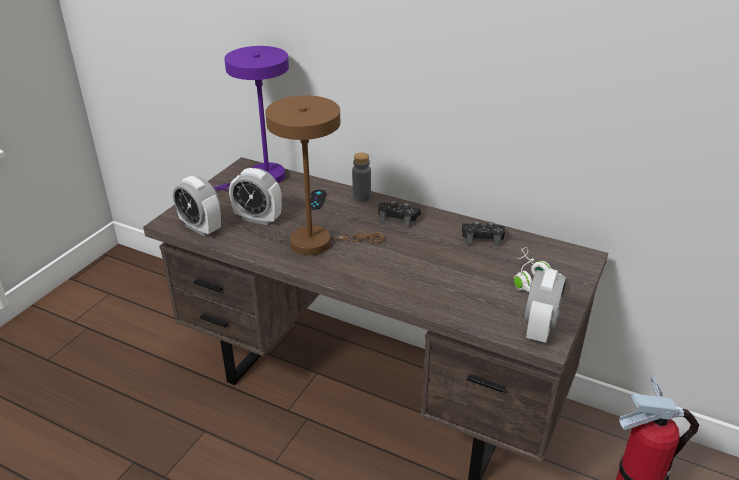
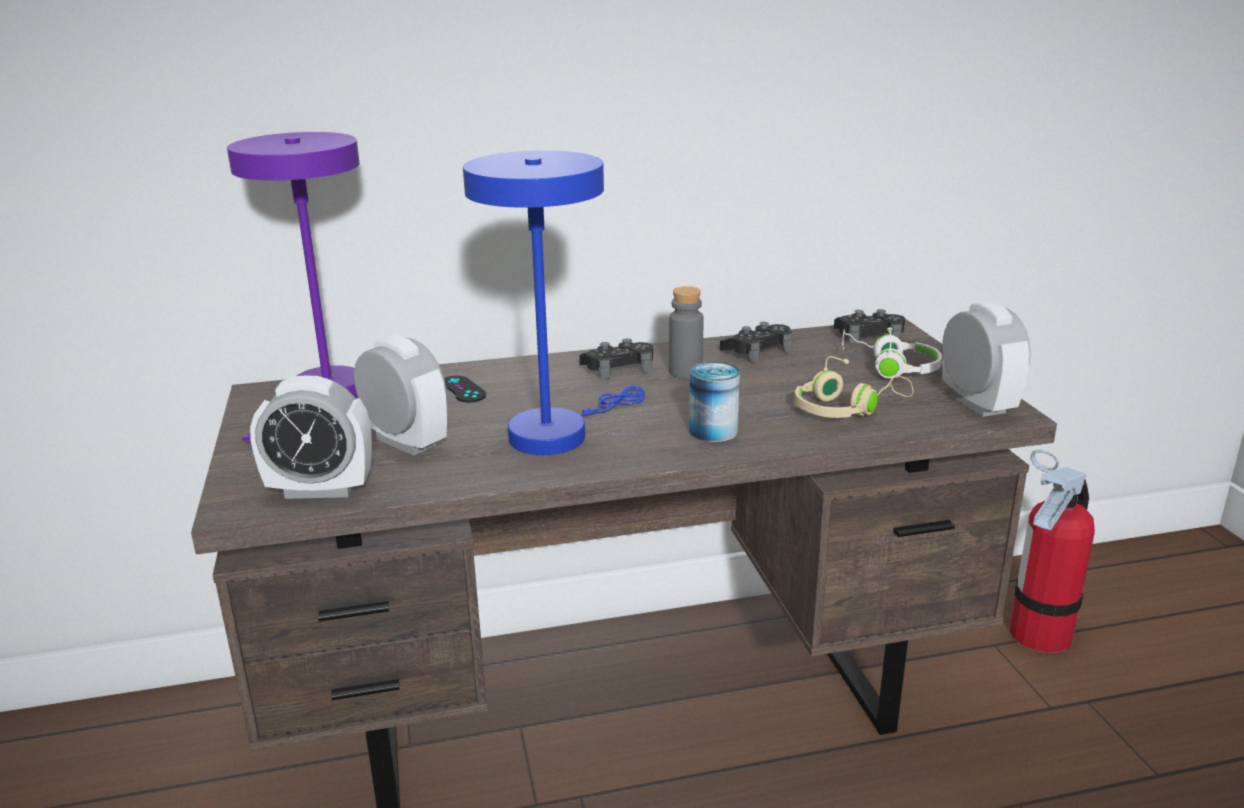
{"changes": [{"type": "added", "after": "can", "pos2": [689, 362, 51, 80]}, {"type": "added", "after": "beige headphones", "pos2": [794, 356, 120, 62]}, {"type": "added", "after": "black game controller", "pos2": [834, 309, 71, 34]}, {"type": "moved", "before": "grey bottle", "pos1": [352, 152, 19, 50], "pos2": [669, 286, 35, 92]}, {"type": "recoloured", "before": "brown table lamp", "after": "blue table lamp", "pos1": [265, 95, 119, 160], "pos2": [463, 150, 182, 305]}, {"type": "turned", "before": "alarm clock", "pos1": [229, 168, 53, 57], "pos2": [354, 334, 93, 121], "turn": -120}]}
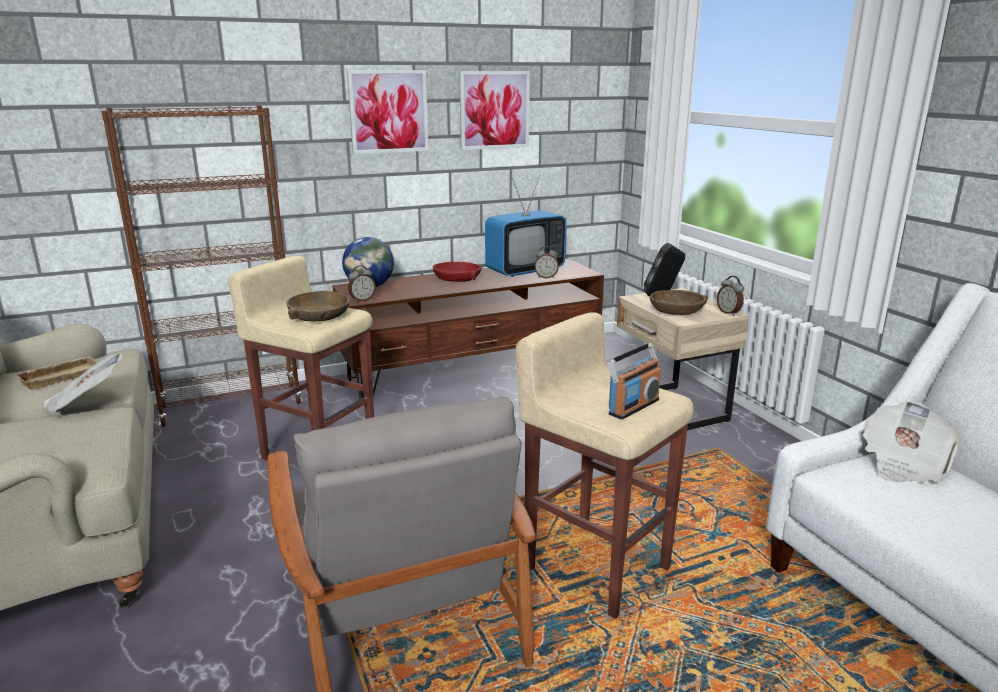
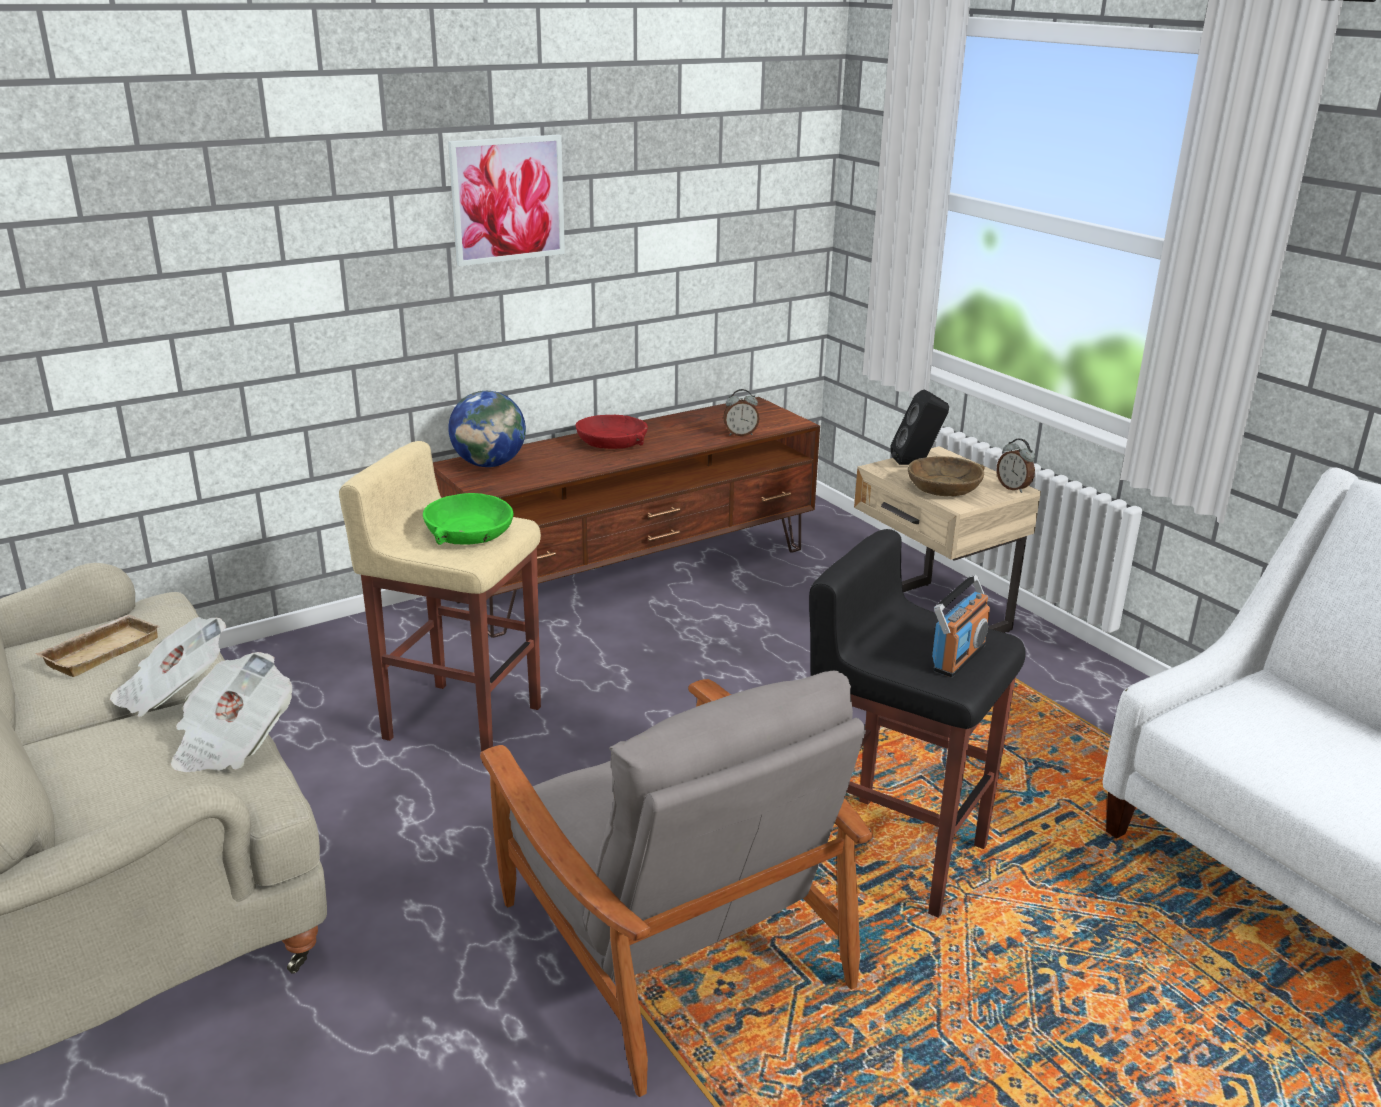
{"changes": [{"type": "removed", "before": "brown bookcase", "pos1": [101, 105, 201, 322]}, {"type": "removed", "before": "alarm clock", "pos1": [348, 265, 28, 37]}, {"type": "removed", "before": "picture", "pos1": [459, 71, 71, 79]}, {"type": "removed", "before": "television", "pos1": [485, 175, 81, 102]}, {"type": "moved", "before": "newspaper", "pos1": [862, 401, 99, 82], "pos2": [171, 652, 121, 120]}, {"type": "recoloured", "before": "brown bowl", "after": "green bowl", "pos1": [287, 291, 63, 30], "pos2": [423, 493, 90, 52]}, {"type": "recoloured", "before": "beige stool", "after": "black stool", "pos1": [516, 312, 178, 307], "pos2": [809, 529, 217, 389]}]}
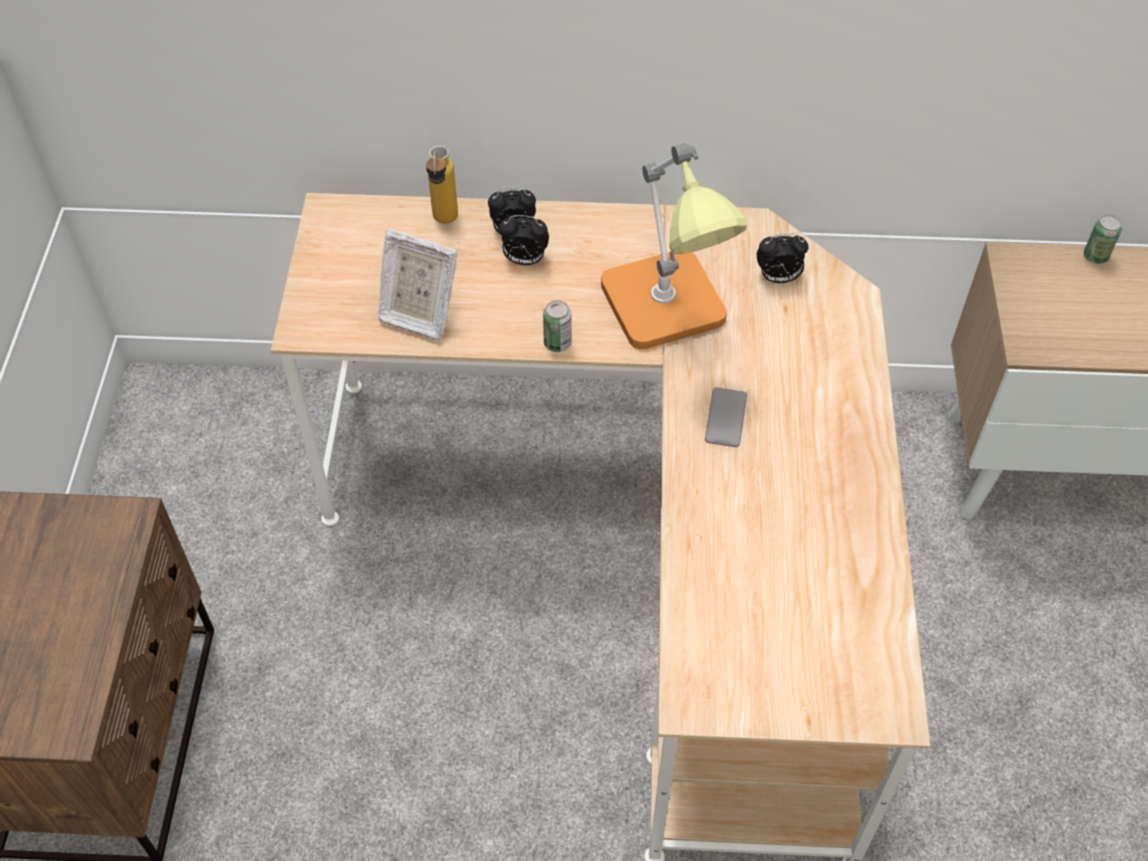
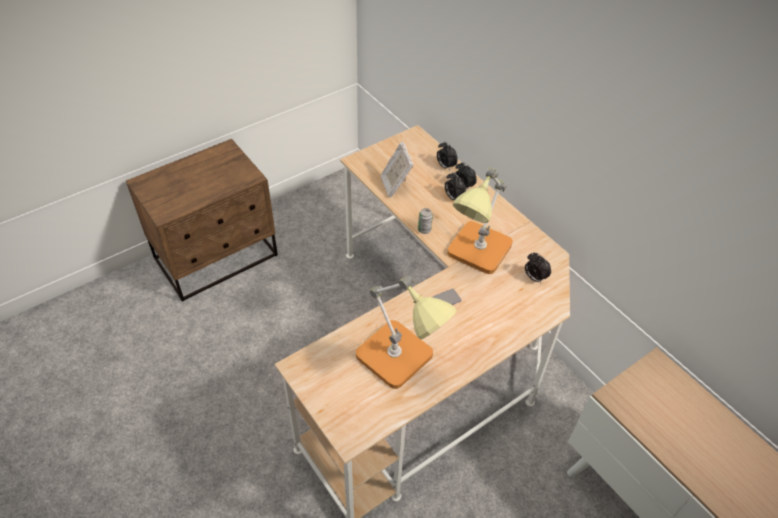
{"changes": [{"type": "removed", "before": "can", "pos1": [1084, 215, 38, 49]}, {"type": "added", "after": "table lamp", "pos2": [356, 276, 101, 113]}, {"type": "replaced", "before": "bottle", "after": "alarm clock", "pos1": [426, 146, 32, 78], "pos2": [437, 141, 21, 30]}]}
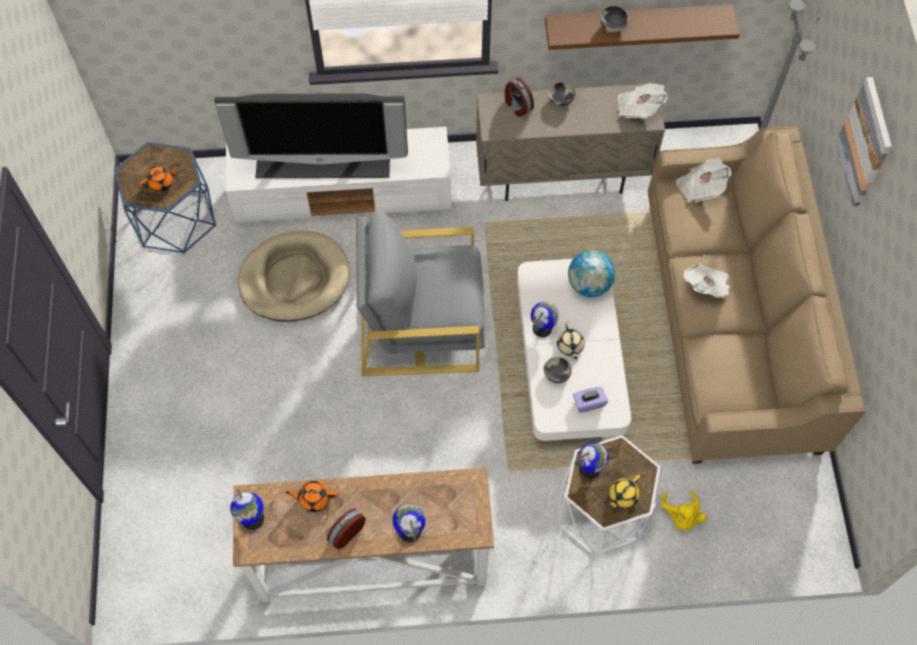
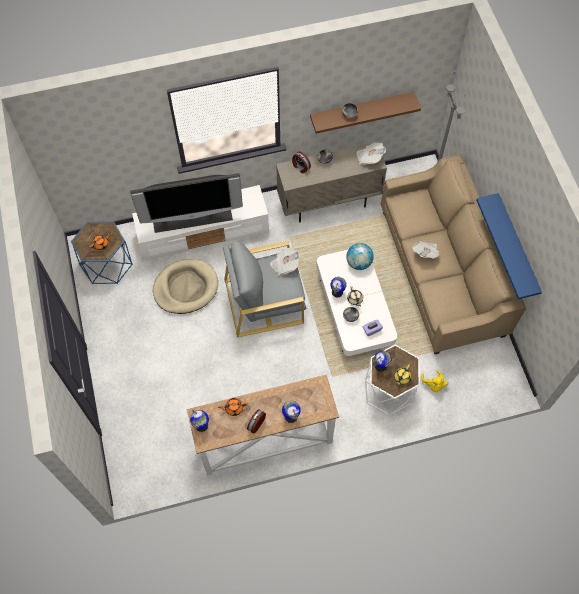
{"changes": [{"type": "removed", "before": "picture", "pos1": [836, 77, 56, 130]}, {"type": "added", "after": "blue shelf", "pos2": [476, 193, 66, 106]}, {"type": "moved", "before": "newspaper", "pos1": [676, 159, 56, 43], "pos2": [270, 247, 30, 29]}]}
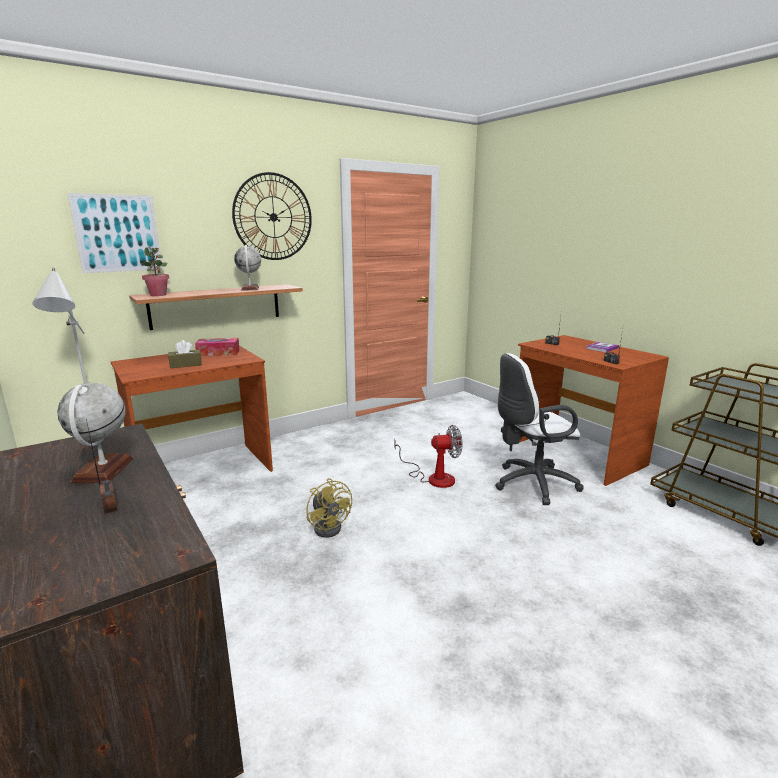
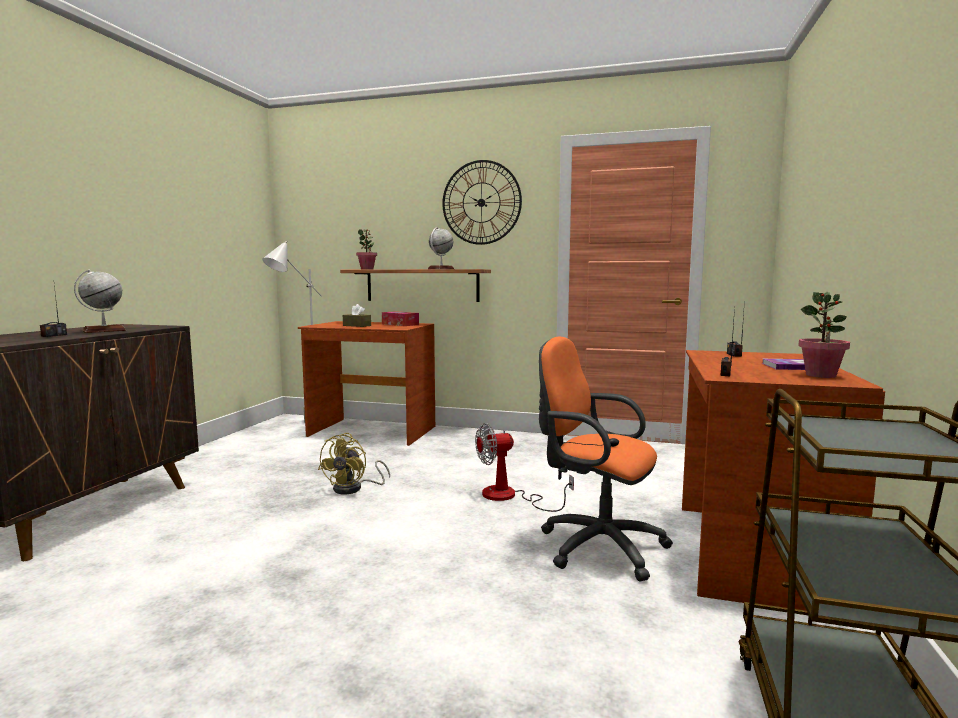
{"changes": [{"type": "removed", "before": "picture", "pos1": [67, 193, 96, 80]}, {"type": "added", "after": "potted plant", "pos2": [798, 292, 52, 86]}, {"type": "recoloured", "before": "white office chair", "after": "orange office chair", "pos1": [495, 353, 89, 152], "pos2": [539, 336, 134, 245]}, {"type": "turned", "before": "fan", "pos1": [394, 425, 69, 63], "pos2": [475, 423, 99, 89], "turn": 120}]}
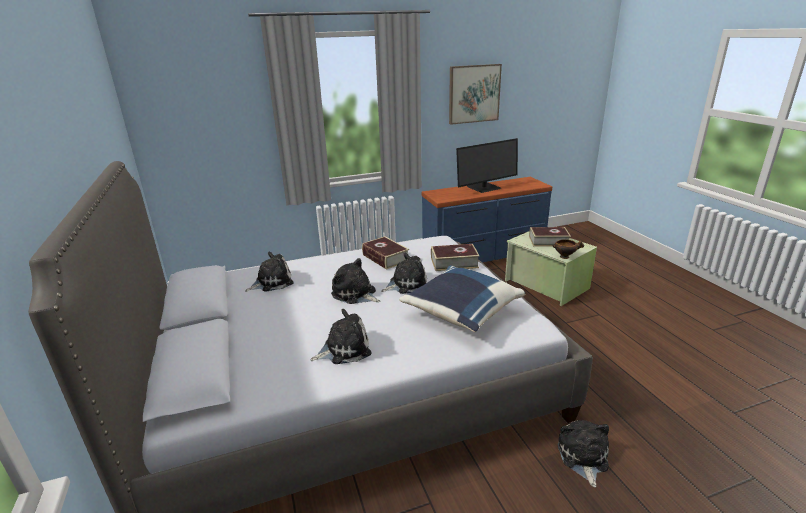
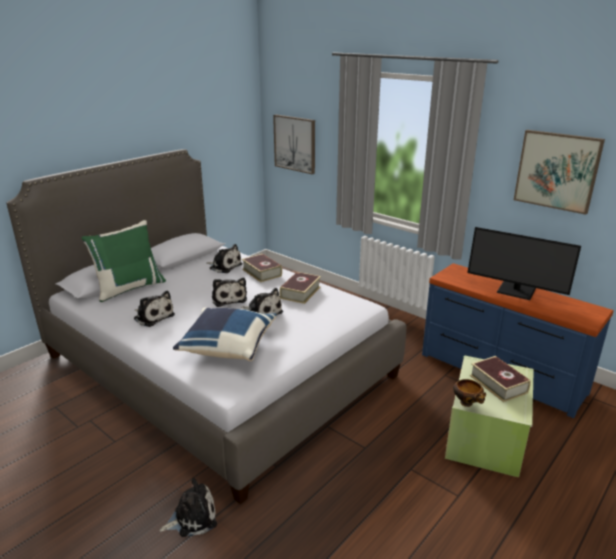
{"changes": [{"type": "added", "after": "green pillow", "pos2": [81, 220, 85, 82]}, {"type": "added", "after": "picture", "pos2": [273, 115, 42, 59]}, {"type": "moved", "before": "book", "pos1": [431, 244, 49, 27], "pos2": [242, 254, 40, 28]}, {"type": "turned", "before": "plush toy", "pos1": [331, 258, 49, 46], "pos2": [212, 278, 35, 29], "turn": 150}]}
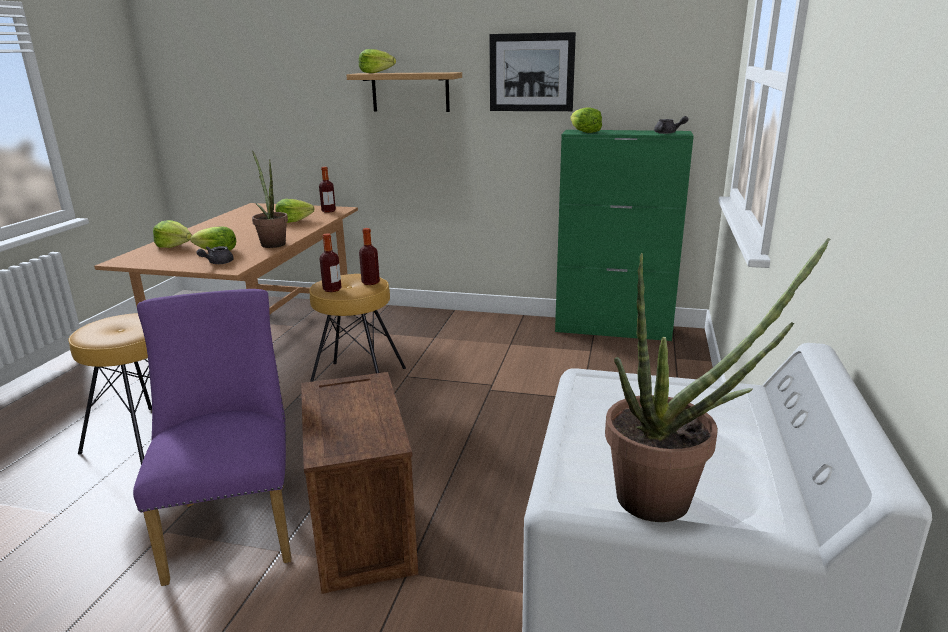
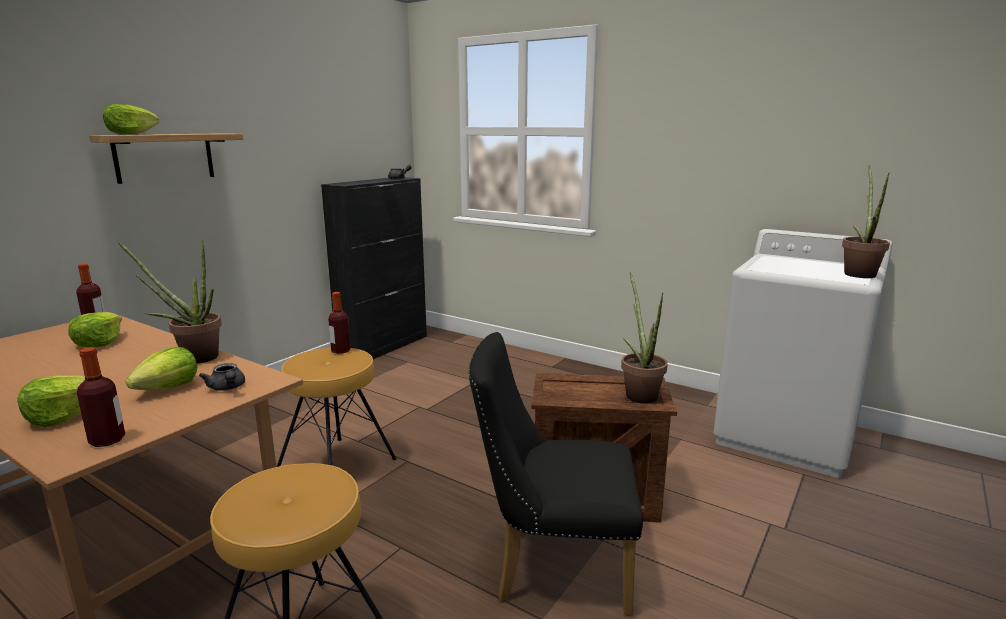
{"changes": [{"type": "removed", "before": "picture", "pos1": [489, 32, 87, 79]}, {"type": "removed", "before": "lettuce", "pos1": [570, 108, 32, 25]}, {"type": "added", "after": "potted plant", "pos2": [621, 272, 47, 132]}, {"type": "moved", "before": "bottle", "pos1": [320, 233, 22, 59], "pos2": [77, 347, 48, 100]}, {"type": "recoloured", "before": "purple chair", "after": "black chair", "pos1": [133, 289, 158, 297], "pos2": [469, 332, 174, 284]}, {"type": "recoloured", "before": "green cabinet", "after": "black cabinet", "pos1": [555, 130, 139, 211], "pos2": [321, 177, 106, 182]}]}
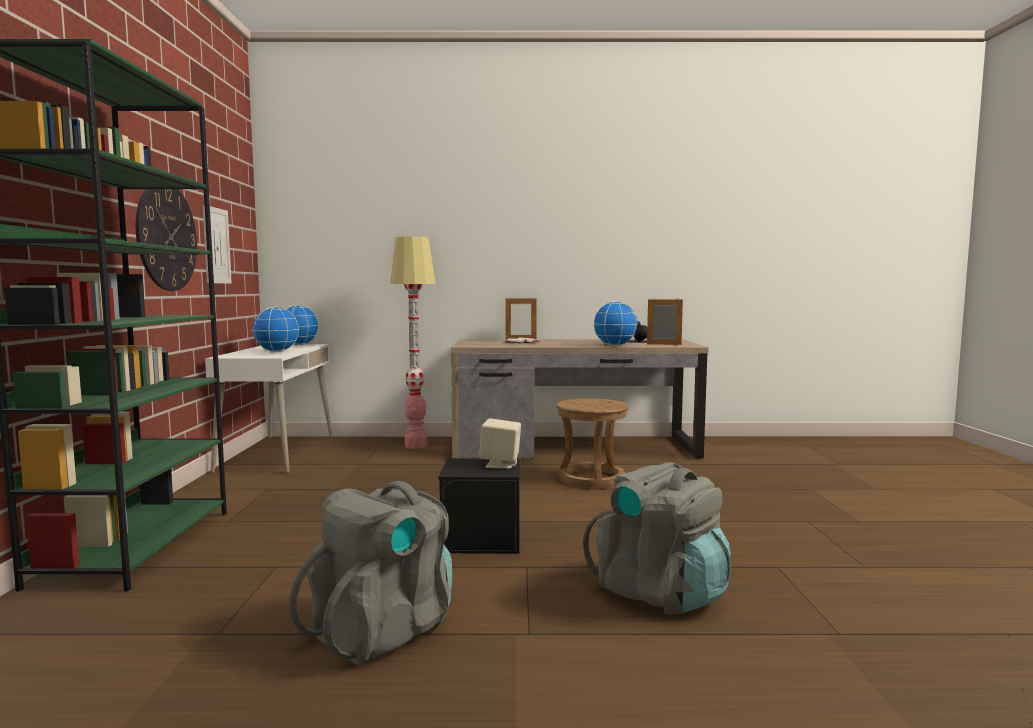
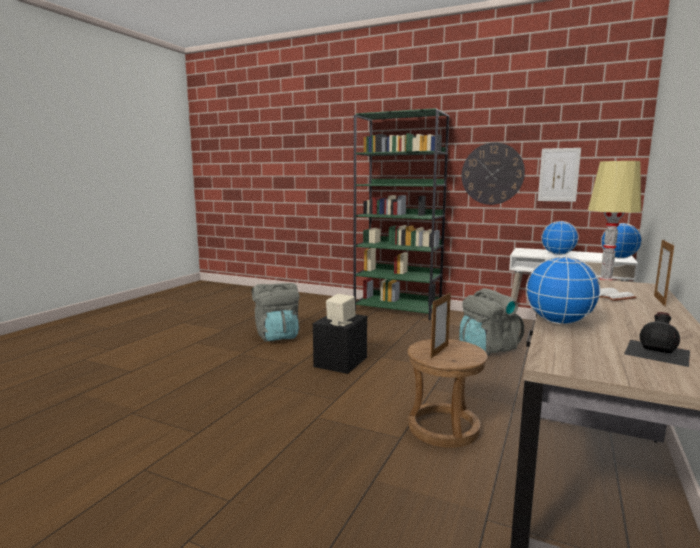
{"changes": [{"type": "moved", "before": "grey backpack", "pos1": [583, 462, 148, 153], "pos2": [459, 288, 65, 68]}, {"type": "moved", "before": "picture frame", "pos1": [647, 298, 36, 47], "pos2": [431, 293, 20, 65]}]}
